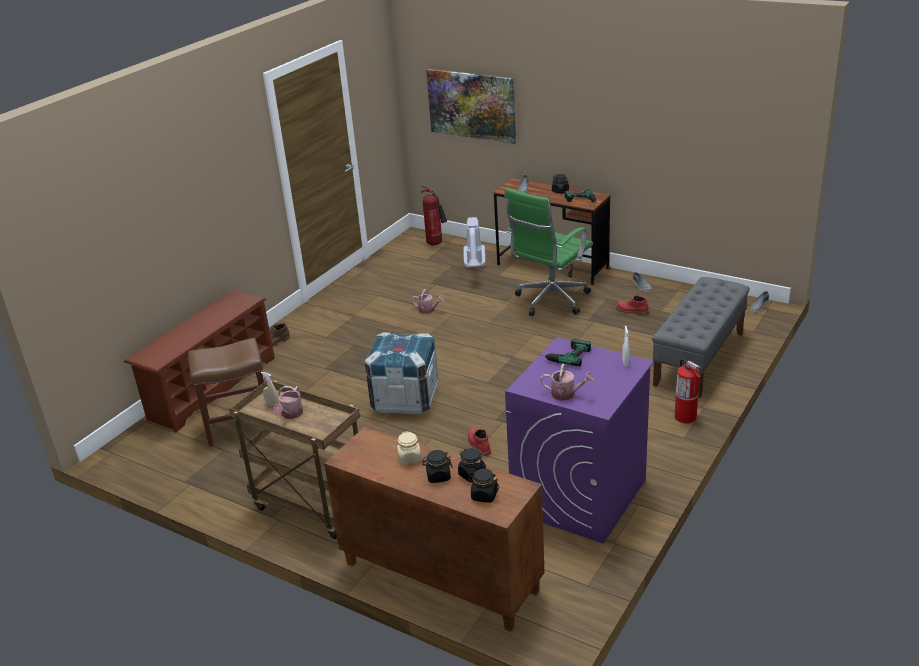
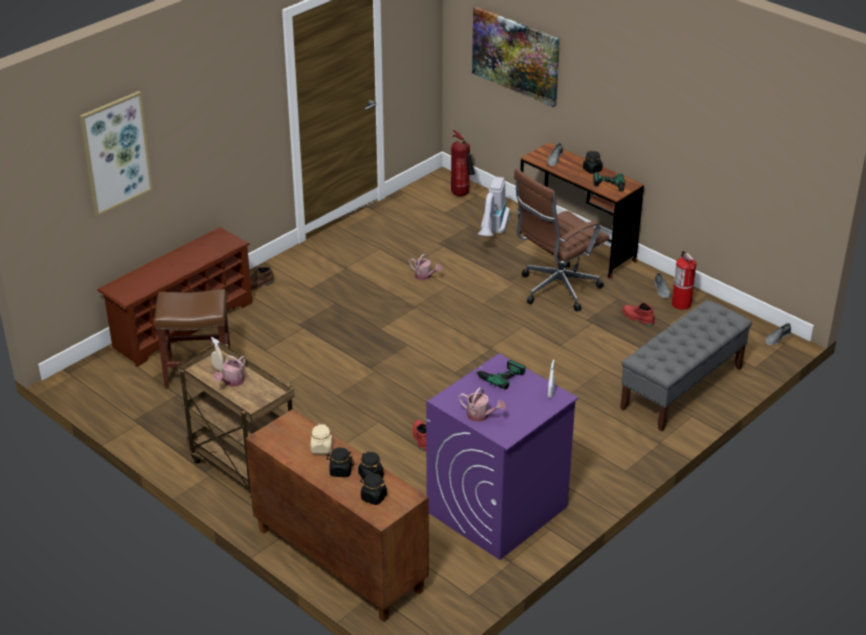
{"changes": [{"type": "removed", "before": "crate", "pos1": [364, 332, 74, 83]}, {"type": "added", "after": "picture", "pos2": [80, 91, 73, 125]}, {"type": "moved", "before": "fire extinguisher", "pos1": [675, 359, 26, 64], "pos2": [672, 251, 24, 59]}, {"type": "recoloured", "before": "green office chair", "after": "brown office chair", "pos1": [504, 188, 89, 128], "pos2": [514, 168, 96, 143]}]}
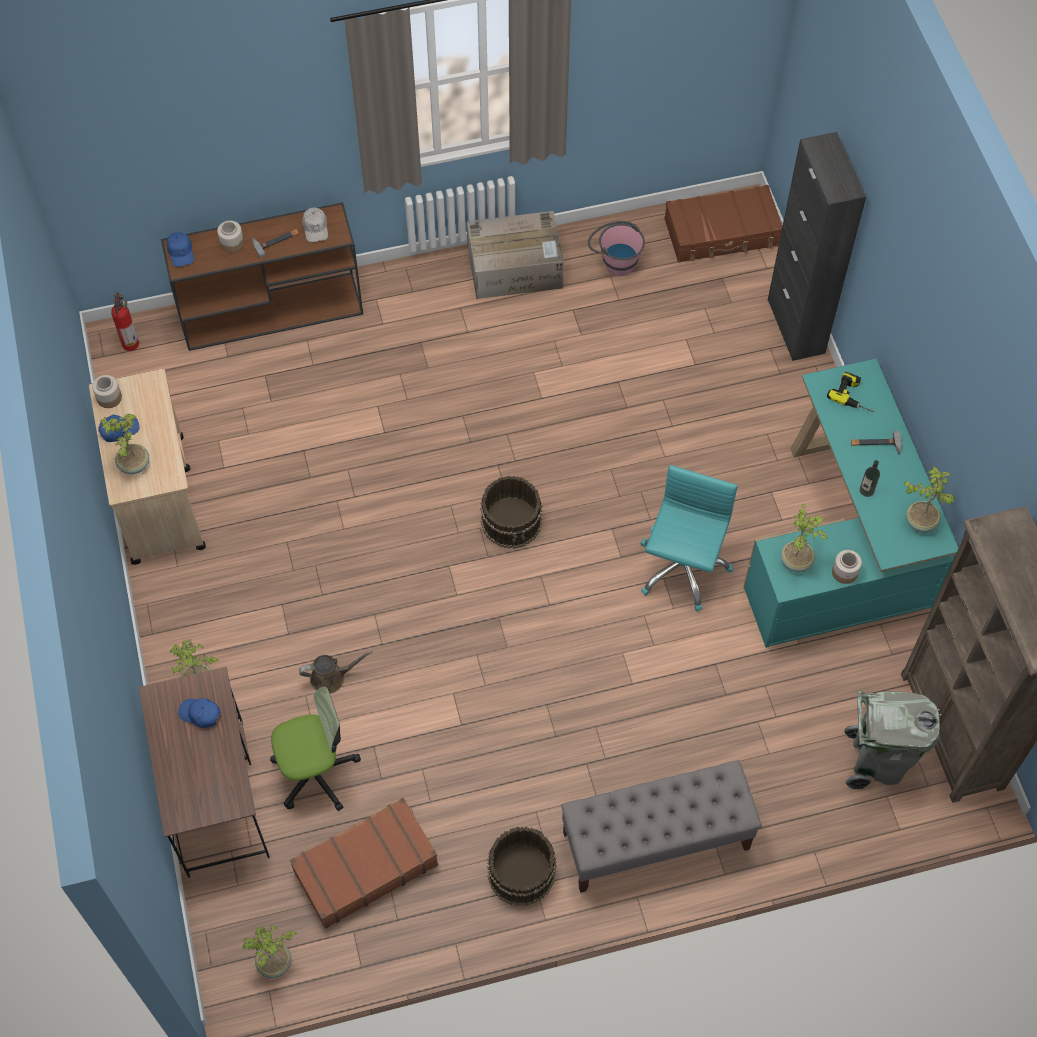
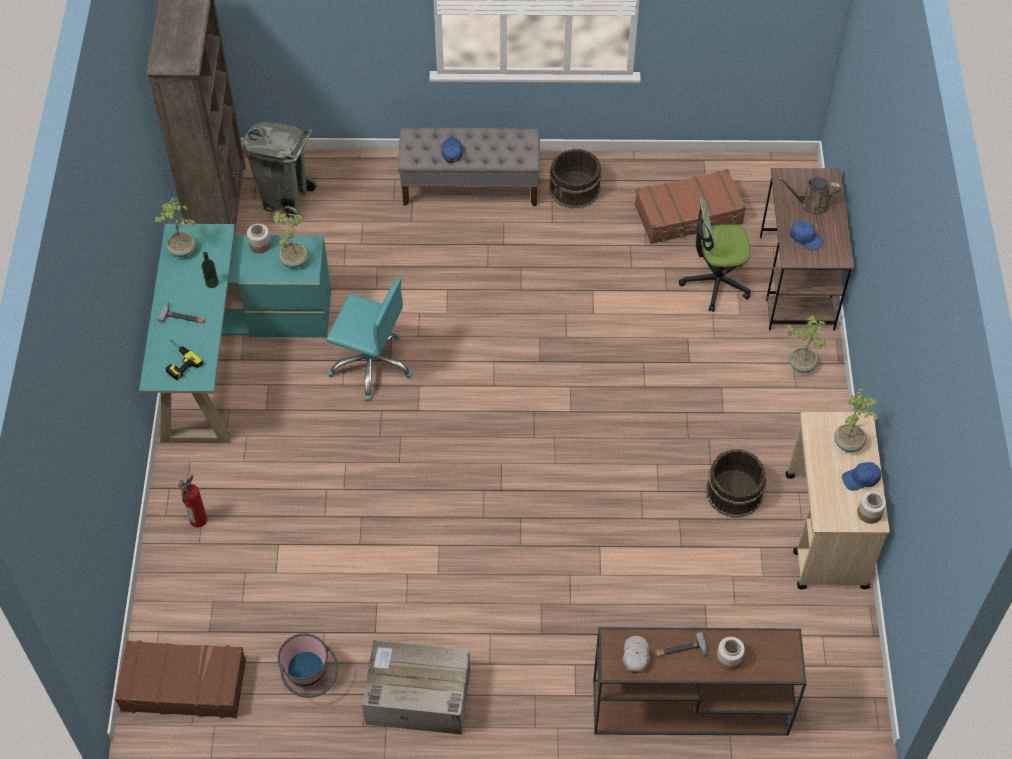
{"changes": [{"type": "removed", "before": "potted plant", "pos1": [242, 926, 55, 52]}, {"type": "removed", "before": "black cabinet", "pos1": [768, 132, 98, 229]}, {"type": "moved", "before": "fire extinguisher", "pos1": [111, 292, 28, 59], "pos2": [178, 475, 29, 53]}, {"type": "moved", "before": "blue cap", "pos1": [167, 232, 27, 35], "pos2": [441, 138, 22, 24]}, {"type": "moved", "before": "brown watering can", "pos1": [299, 651, 74, 43], "pos2": [778, 177, 63, 38]}, {"type": "moved", "before": "brown bucket", "pos1": [480, 476, 62, 73], "pos2": [706, 450, 61, 68]}, {"type": "turned", "before": "turquoise office chair", "pos1": [640, 465, 98, 146], "pos2": [326, 278, 87, 123], "turn": -105}]}
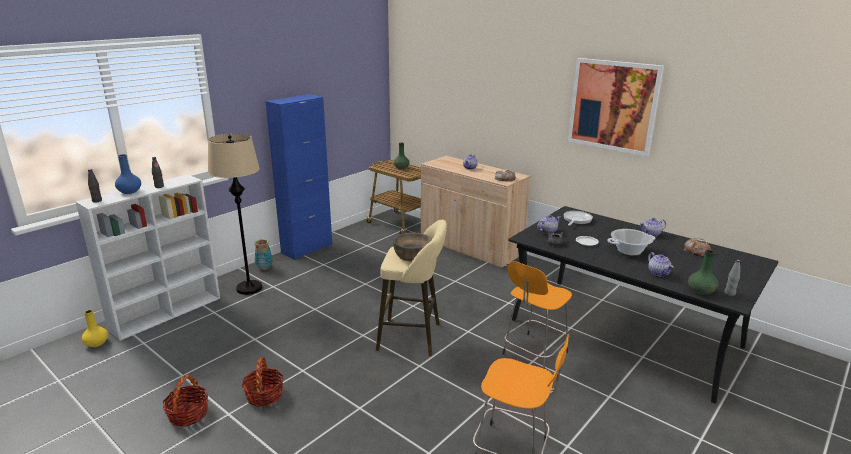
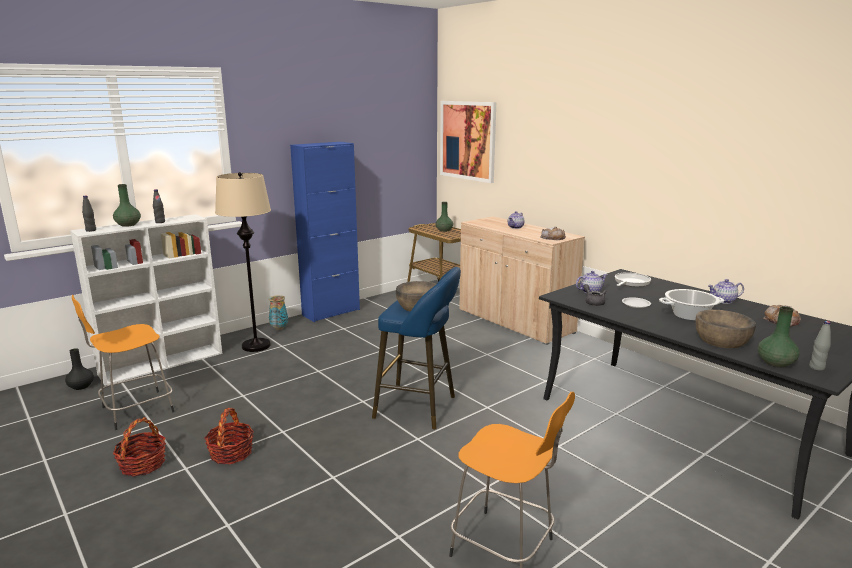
{"changes": [{"type": "moved", "before": "orange stool", "pos1": [503, 261, 69, 108], "pos2": [72, 295, 102, 135]}, {"type": "moved", "before": "picture", "pos1": [568, 58, 96, 98], "pos2": [440, 101, 56, 82]}, {"type": "replaced", "before": "teapot", "after": "brown bowl", "pos1": [648, 252, 26, 24], "pos2": [695, 310, 61, 38]}, {"type": "recoloured", "before": "yellow vase", "after": "black vase", "pos1": [82, 310, 26, 37], "pos2": [65, 348, 29, 42]}, {"type": "recoloured", "before": "blue vase", "after": "green vase", "pos1": [115, 154, 26, 40], "pos2": [113, 184, 28, 43]}, {"type": "recoloured", "before": "beige stool", "after": "blue stool", "pos1": [376, 220, 71, 136], "pos2": [372, 267, 89, 162]}]}
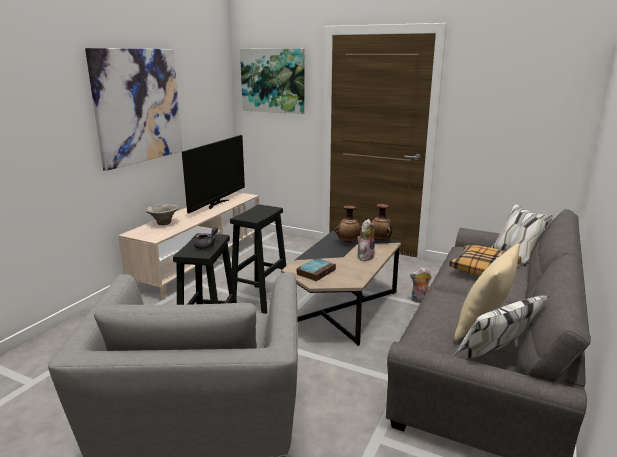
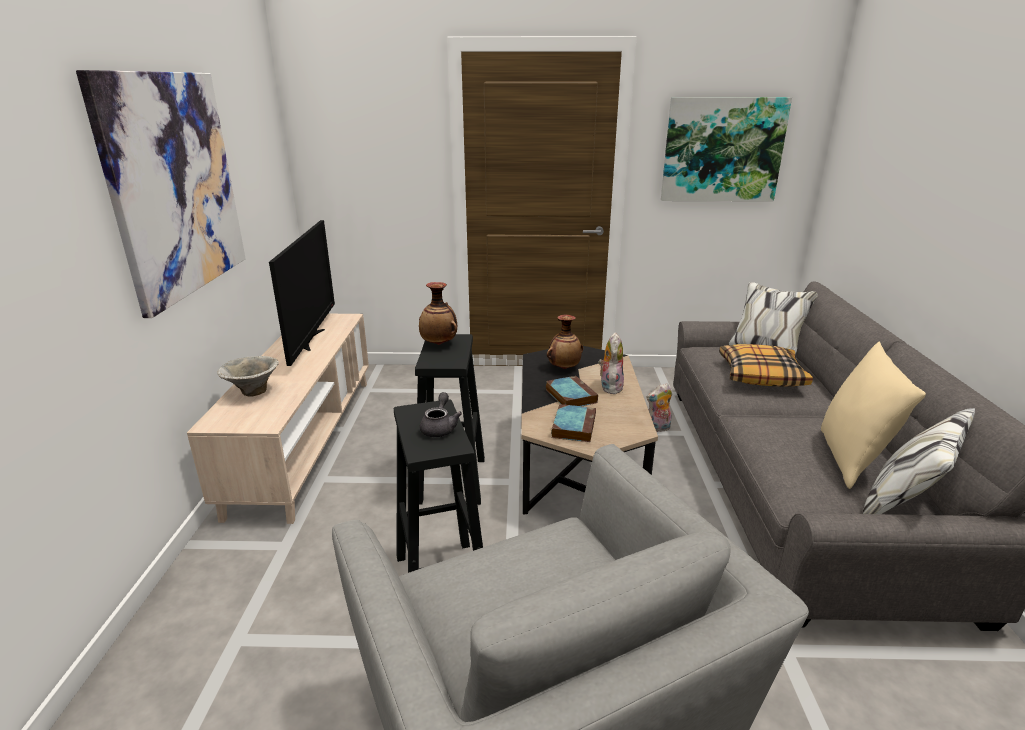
{"changes": [{"type": "added", "after": "book", "pos2": [546, 376, 52, 30]}, {"type": "moved", "before": "picture", "pos1": [240, 49, 65, 65], "pos2": [661, 97, 131, 105]}, {"type": "moved", "before": "vase", "pos1": [372, 204, 21, 37], "pos2": [419, 282, 38, 63]}]}
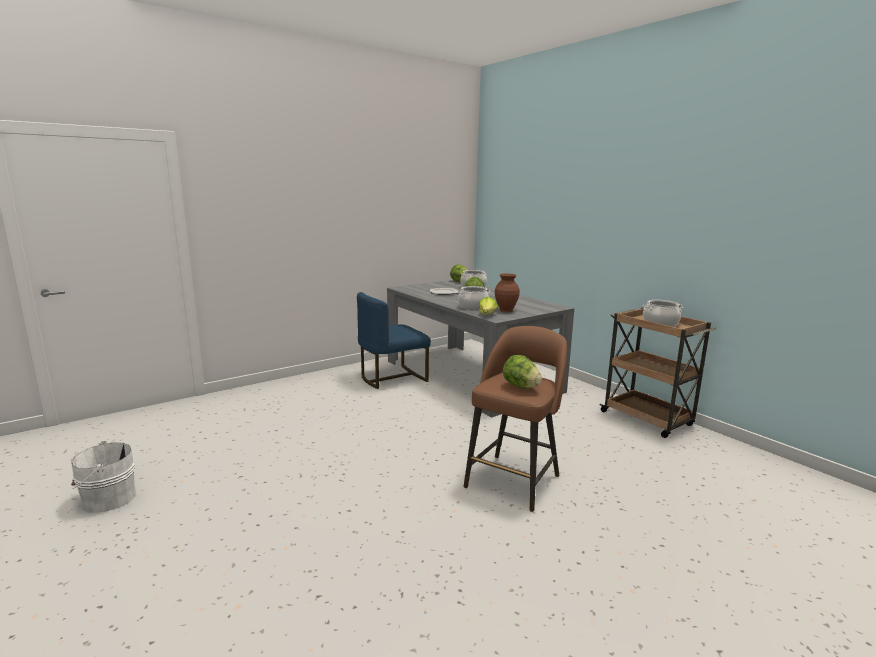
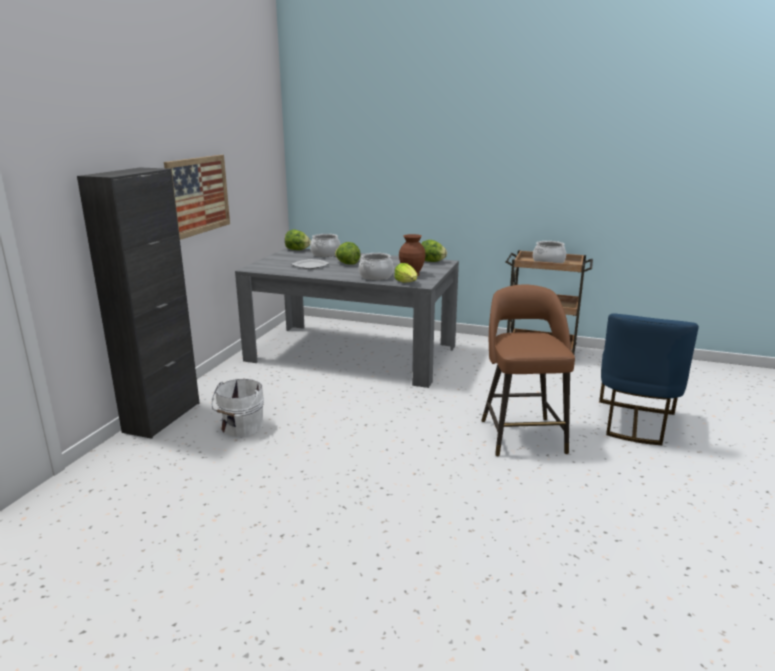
{"changes": [{"type": "added", "after": "black cabinet", "pos2": [77, 168, 123, 271]}, {"type": "added", "after": "picture", "pos2": [164, 155, 66, 85]}, {"type": "moved", "before": "white bucket", "pos1": [71, 441, 65, 72], "pos2": [212, 379, 52, 58]}, {"type": "moved", "before": "blue chair", "pos1": [357, 292, 74, 97], "pos2": [599, 313, 100, 132]}, {"type": "moved", "before": "lettuce", "pos1": [503, 355, 39, 33], "pos2": [421, 240, 26, 22]}]}
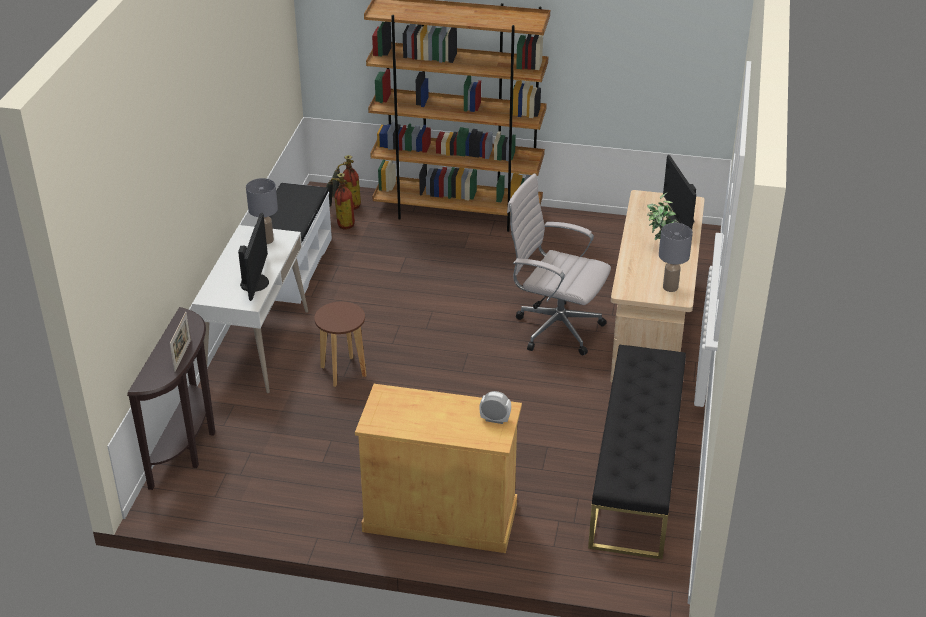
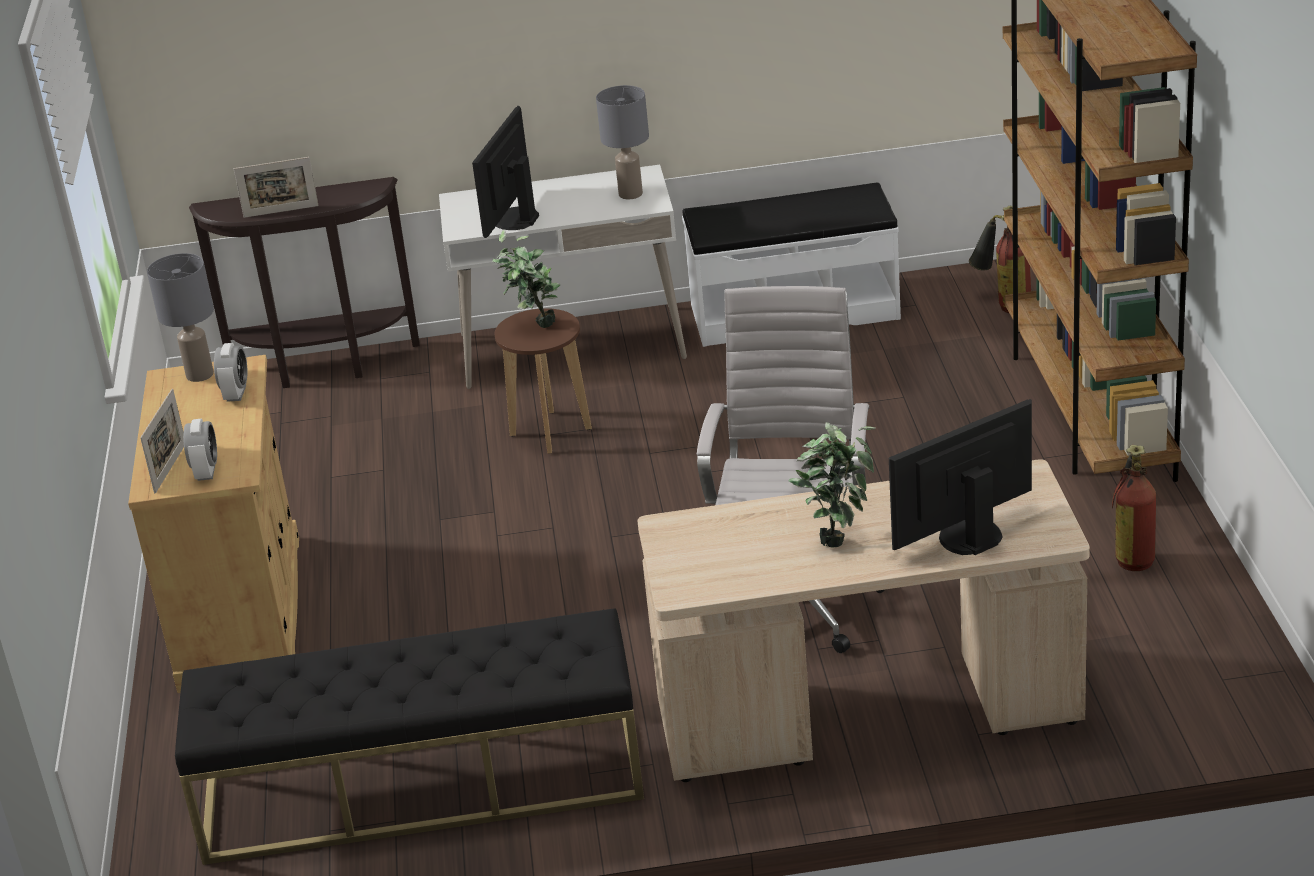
{"changes": [{"type": "added", "after": "picture frame", "pos2": [140, 389, 44, 105]}, {"type": "added", "after": "alarm clock", "pos2": [214, 343, 33, 59]}, {"type": "added", "after": "potted plant", "pos2": [492, 229, 68, 99]}, {"type": "moved", "before": "fire extinguisher", "pos1": [326, 173, 29, 57], "pos2": [1112, 445, 44, 126]}, {"type": "moved", "before": "grey table lamp", "pos1": [659, 223, 34, 69], "pos2": [147, 253, 67, 129]}, {"type": "turned", "before": "monitor", "pos1": [238, 212, 31, 89], "pos2": [472, 106, 67, 132], "turn": 120}]}
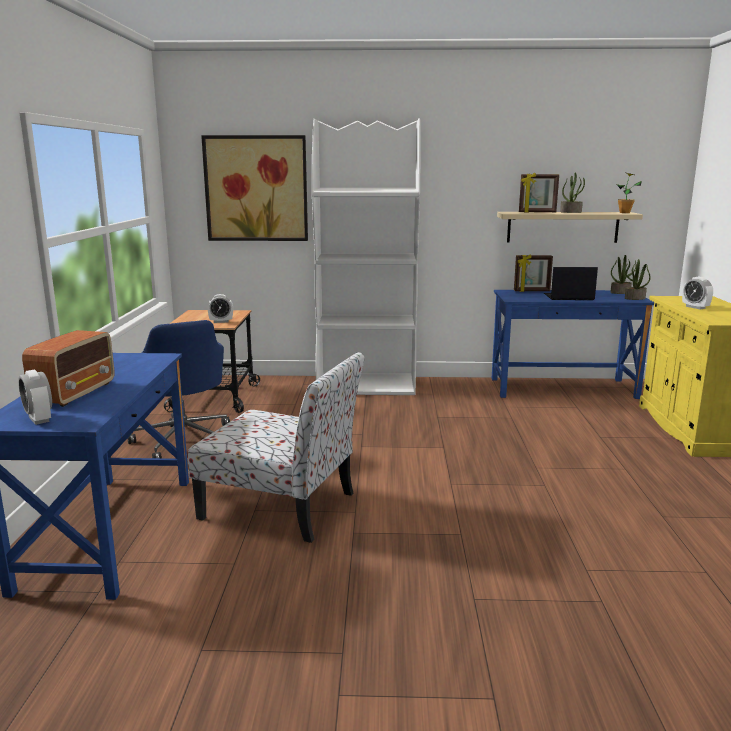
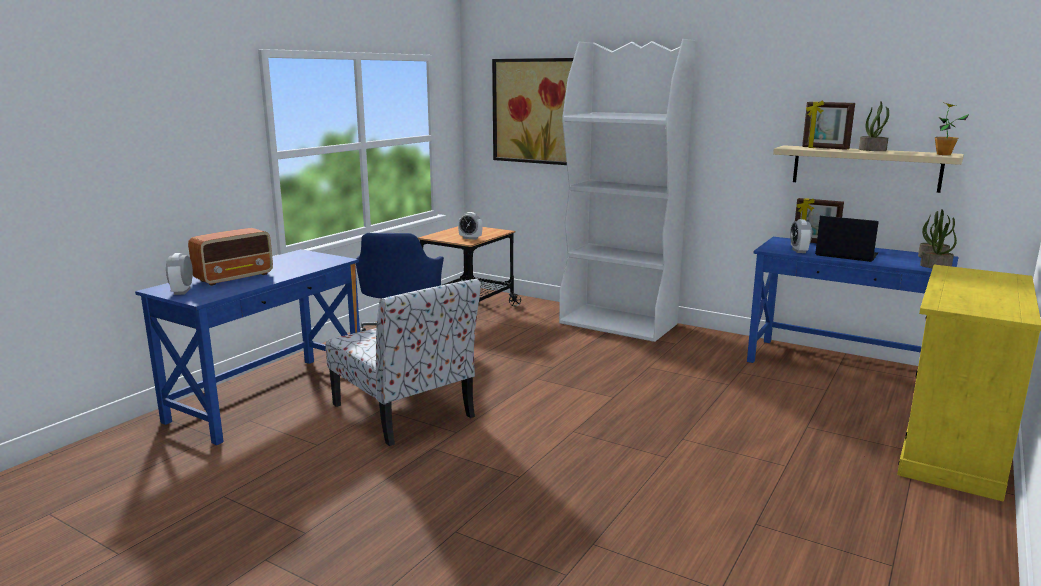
{"changes": [{"type": "moved", "before": "alarm clock", "pos1": [682, 277, 31, 32], "pos2": [790, 219, 22, 34]}]}
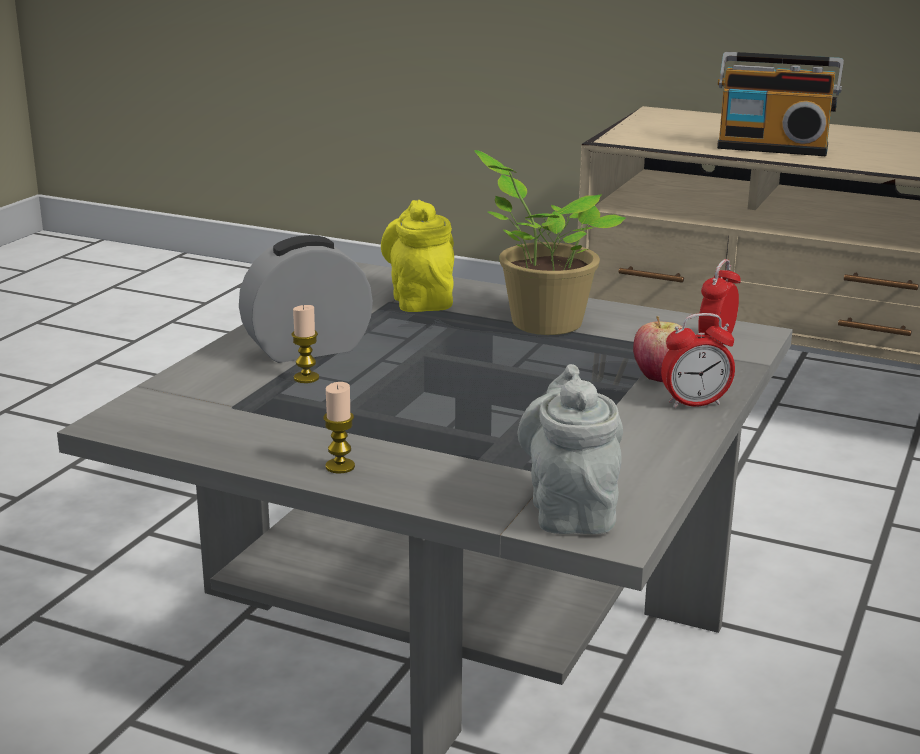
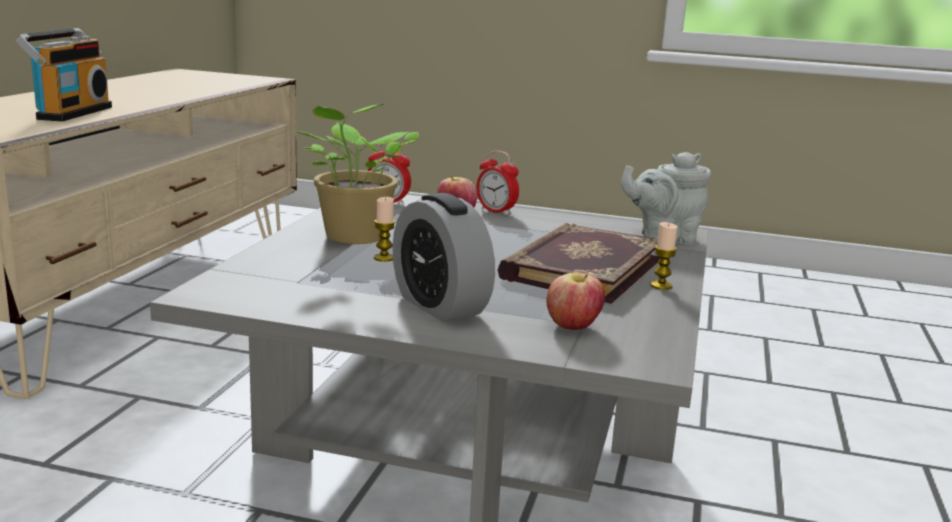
{"changes": [{"type": "removed", "before": "yellow teapot", "pos1": [381, 200, 73, 112]}, {"type": "added", "after": "book", "pos2": [498, 223, 162, 81]}, {"type": "added", "after": "apple", "pos2": [546, 272, 59, 58]}, {"type": "moved", "before": "candle", "pos1": [291, 305, 28, 78], "pos2": [374, 197, 22, 65]}, {"type": "turned", "before": "alarm clock", "pos1": [661, 313, 74, 95], "pos2": [476, 150, 43, 66], "turn": 150}]}
